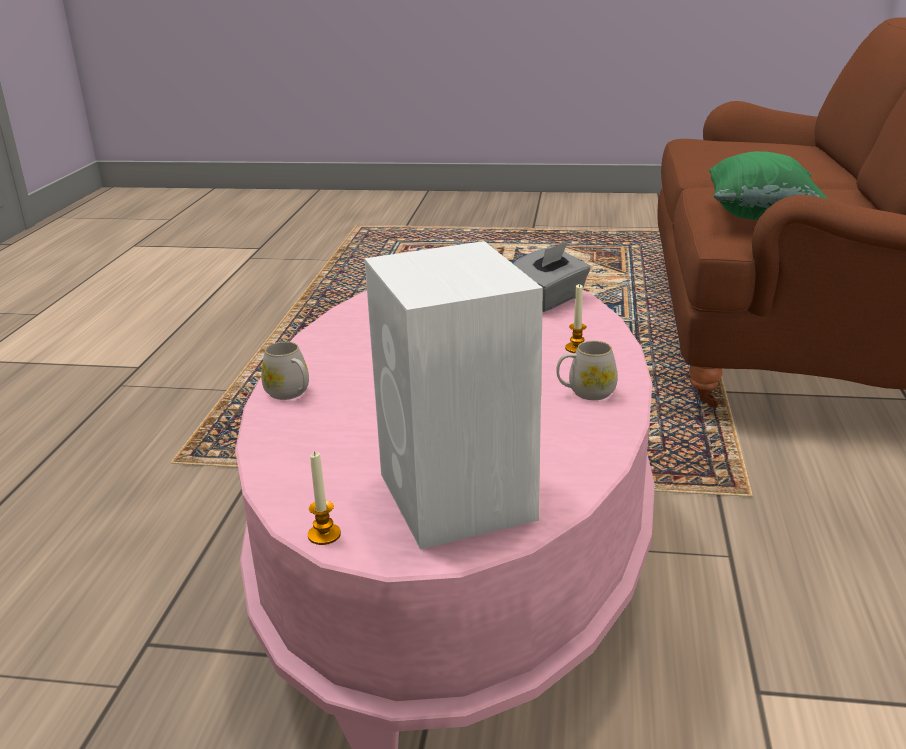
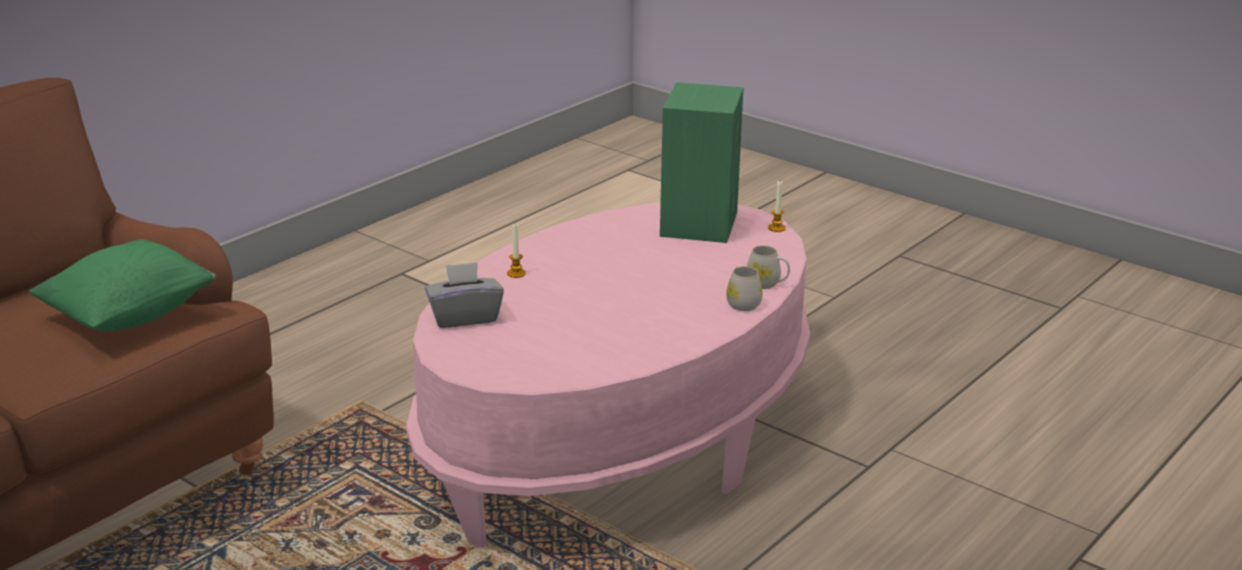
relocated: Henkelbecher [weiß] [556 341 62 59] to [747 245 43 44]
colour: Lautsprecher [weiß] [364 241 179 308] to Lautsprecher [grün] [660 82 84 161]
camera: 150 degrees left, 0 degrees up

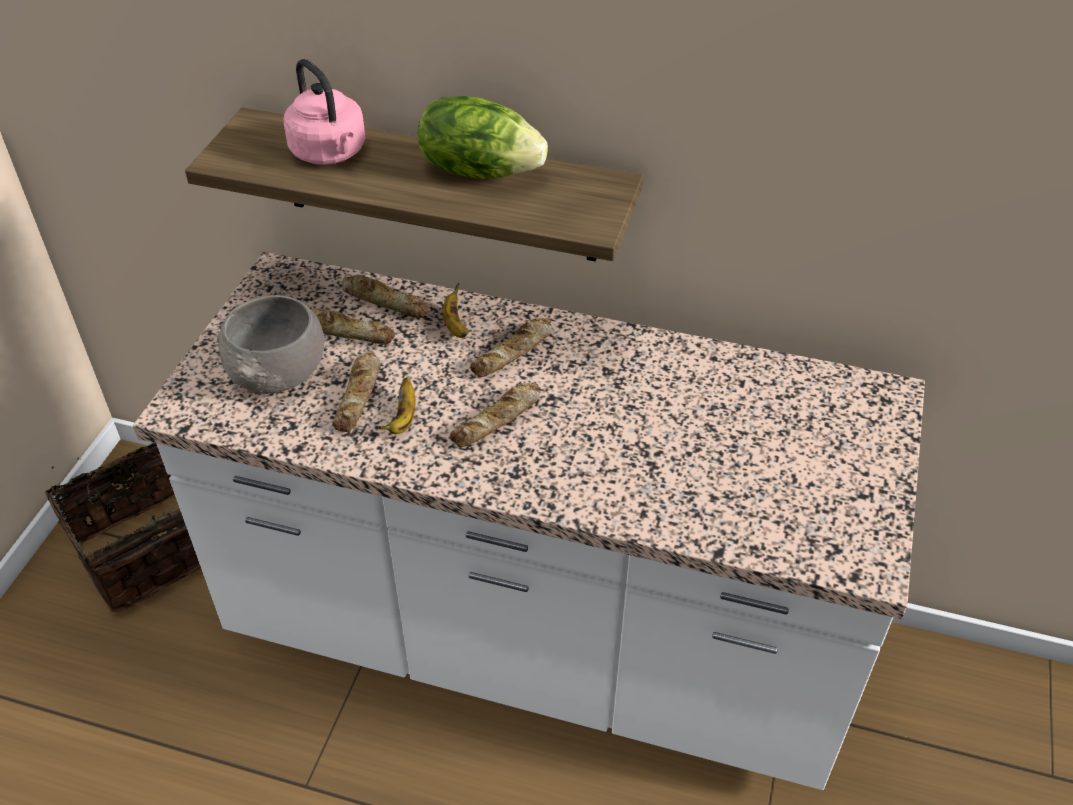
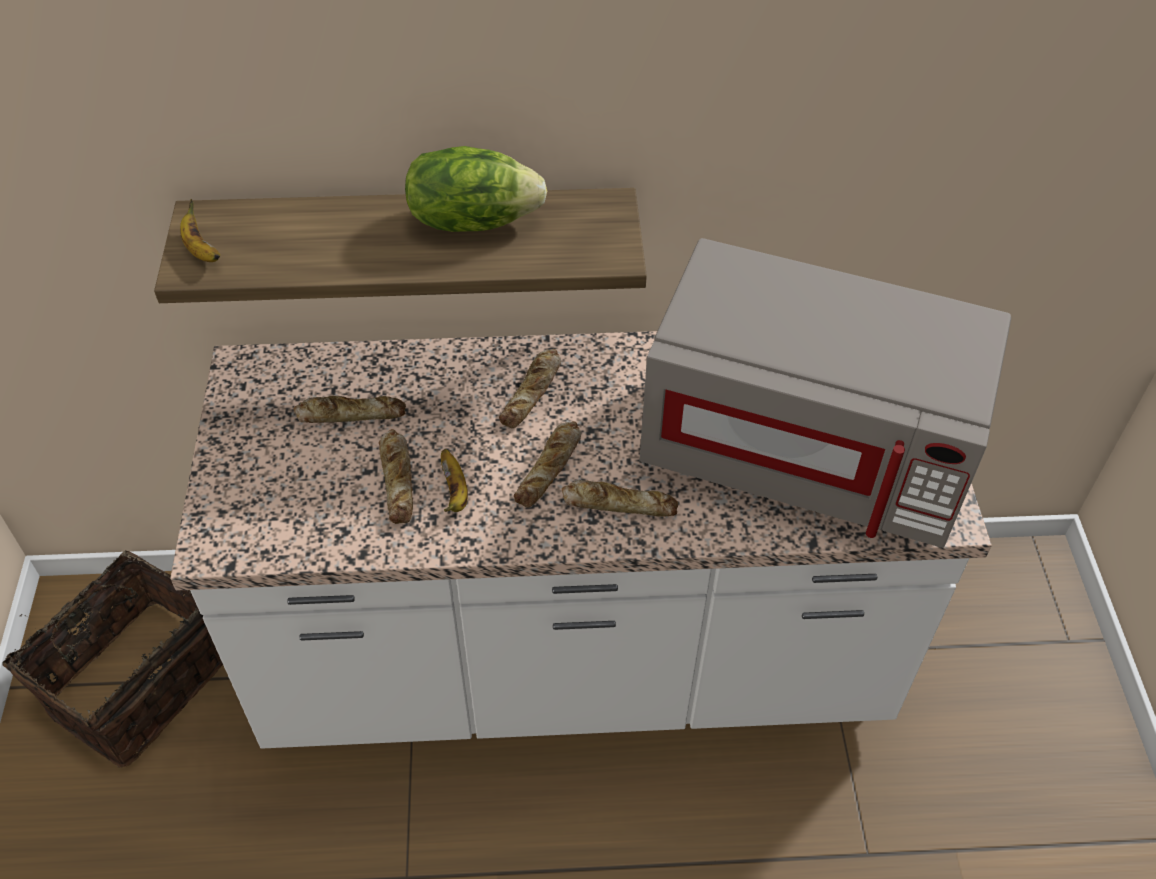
missing: Schüssel [grau] [217 295 107 99]; Wasserkessel [rosa] [284 59 82 106]
appeared: Mikrowelle [grau] [639 238 372 310]
relocated: Brot [343 275 87 43] to [562 480 116 37]; Banane [443 282 25 56] to [180 199 40 63]
camera: 20 degrees left, 5 degrees up

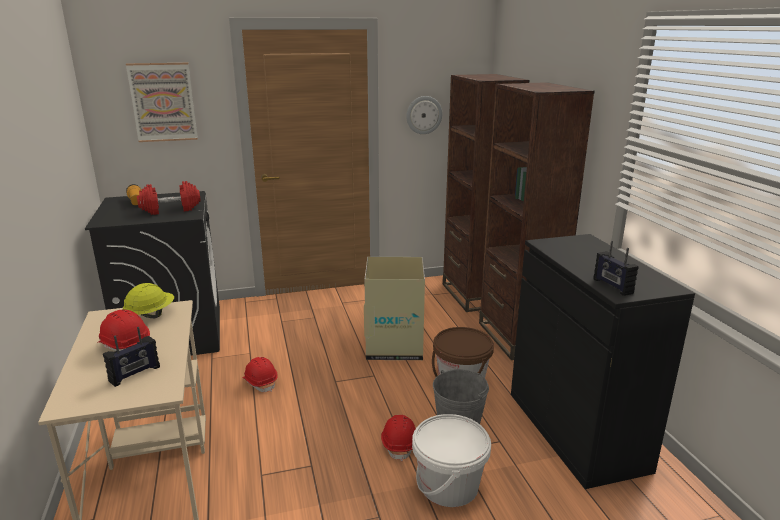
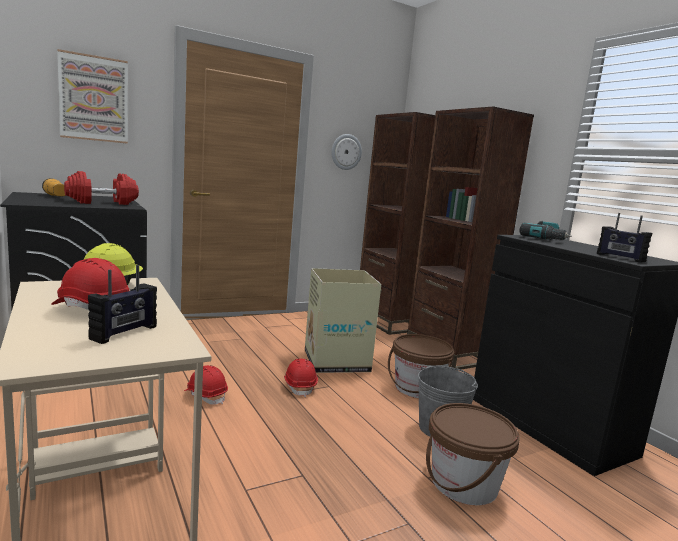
appeared: Bohrmaschine [520 221 51 19]
relocated: Schutzhelm [rot] [381 415 34 46] to [284 359 34 38]
colour: Eimer [weiß] [412 414 79 93] to Eimer [braun] [426 403 94 102]
camera: 15 degrees left, 10 degrees down

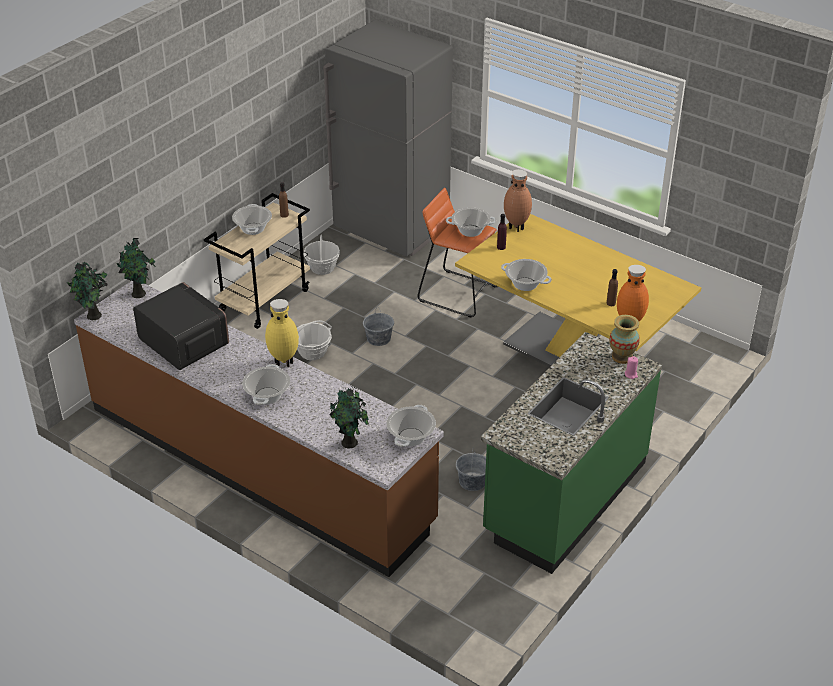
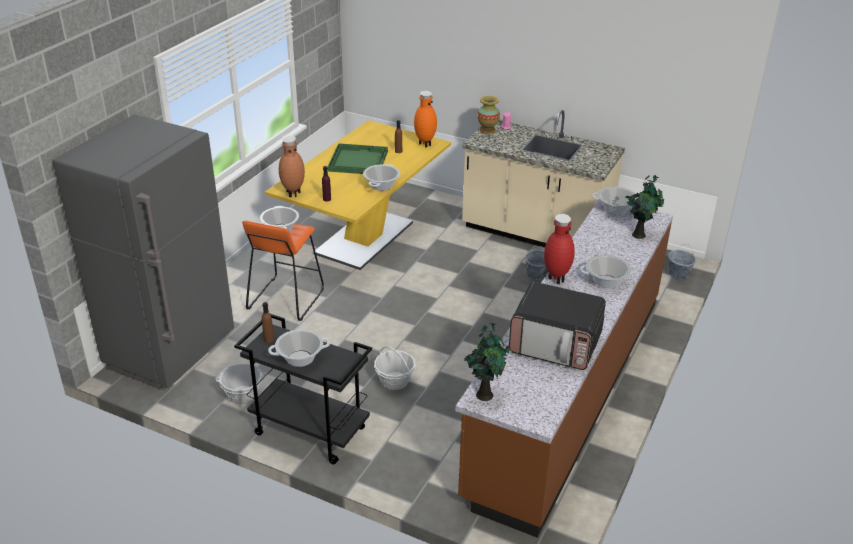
missing: Topfpflanze [67 261 41 59]
appeared: Tablett [grün] [328 143 60 31]
relocated: Eimer [grau] [363 308 31 38] to [668 244 28 35]
colour: Rollwagen [beige] [204 193 106 136] to Rollwagen [schwarz] [234 314 138 151]; Vase [gelb] [265 299 34 68] to Vase [rot] [544 214 31 70]; Küchenzeile [grün] [481 332 181 242] to Küchenzeile [beige] [462 110 163 137]
spun: Mikrowelle [133 282 96 88] = [509 282 97 88] 105 degrees counterclockwise
camera: 100 degrees left, 5 degrees down

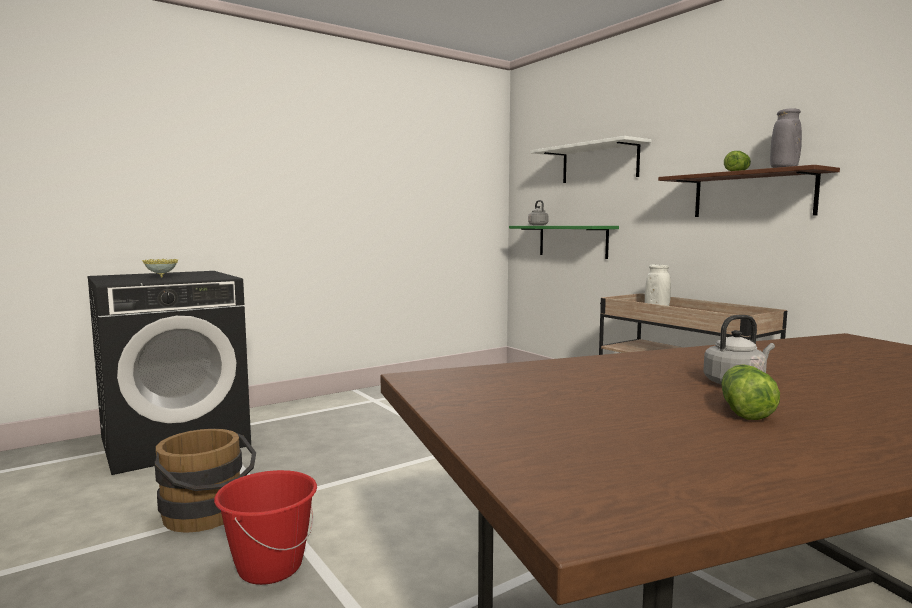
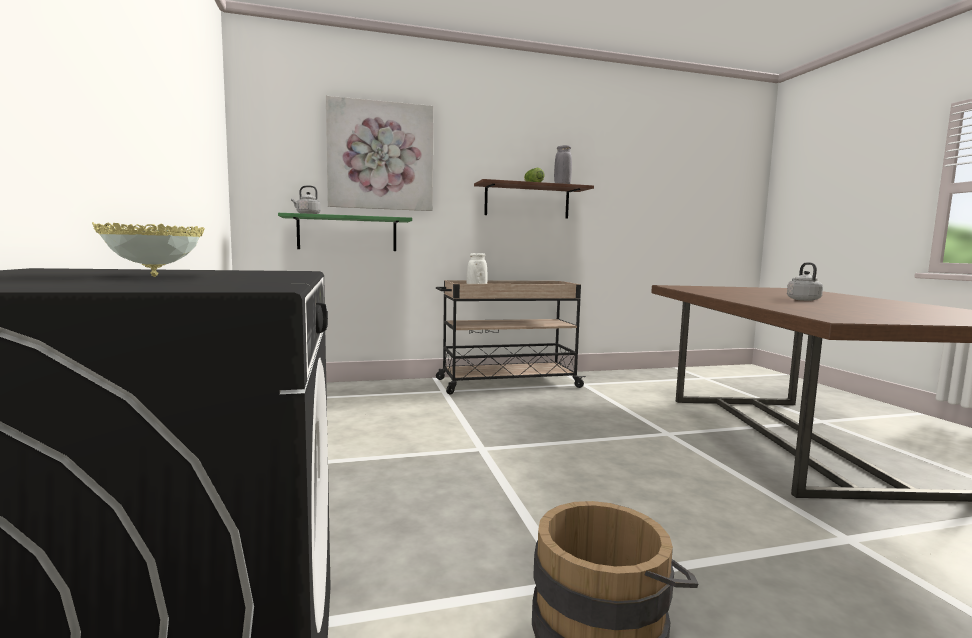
missing: Eimer [rot] [214 470 103 115]; Salatkopf [721 364 59 56]
exchanged: Wandregal [weiß] [531 136 121 47] to Bild [326 96 108 115]
camera: 70 degrees left, 0 degrees up

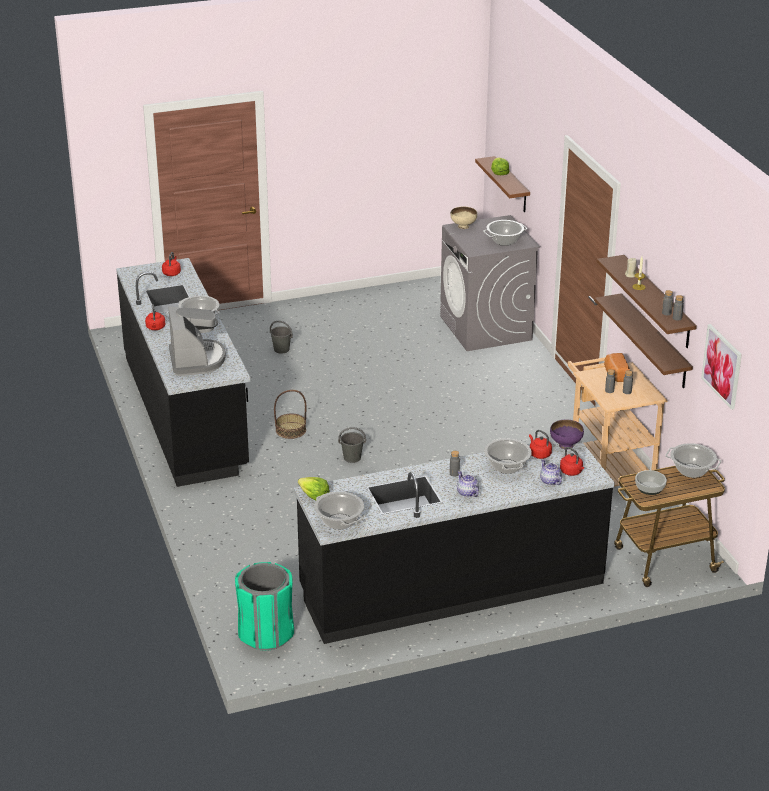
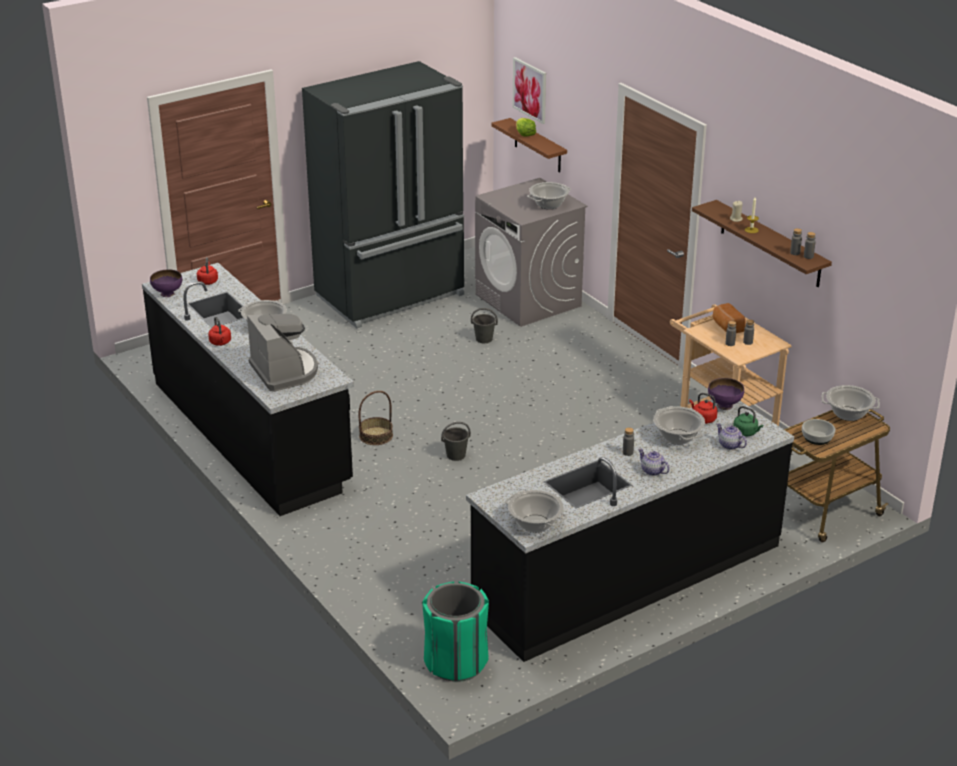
missing: Salatkopf [298 477 32 24]; Schüssel [beige] [450 207 27 22]; Wandregal [braun] [594 293 99 95]
appeared: Schüssel [lila] [150 269 32 28]; Kühlschrank [schwarz] [302 61 162 267]
relocated: Eimer [grau] [270 321 23 33] to [471 308 27 35]; Bild [701 324 41 86] to [513 57 33 67]
colour: Wasserkessel [rot] [560 447 24 29] to Wasserkessel [grün] [733 406 30 30]
camera: 15 degrees left, 0 degrees up

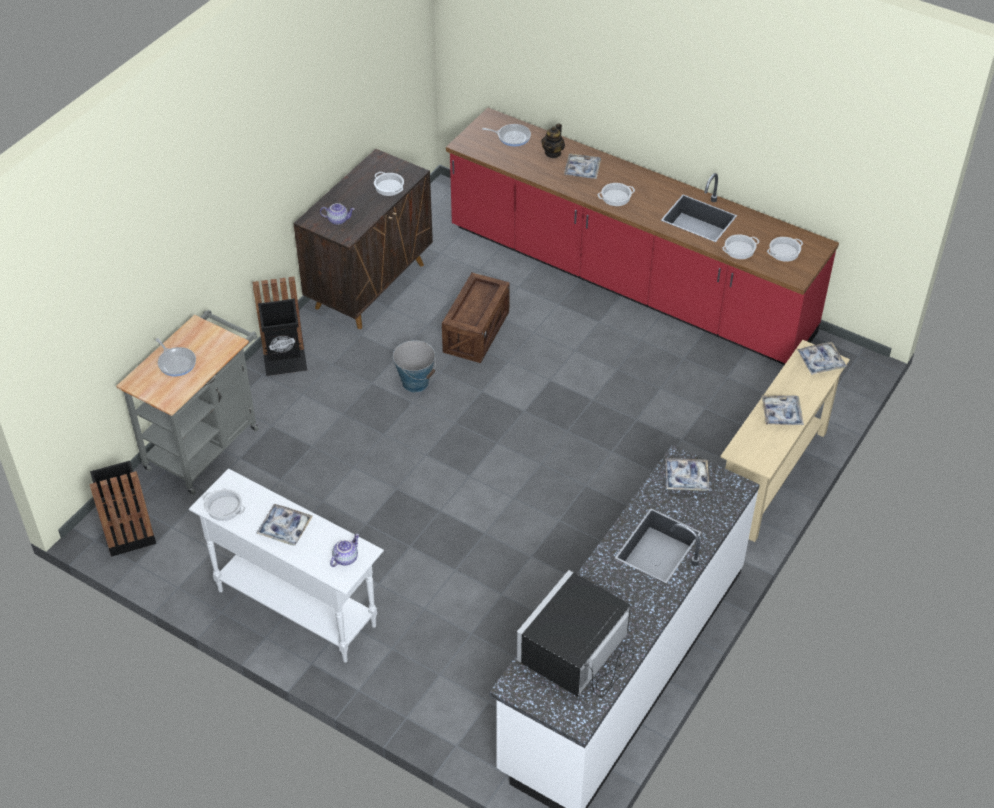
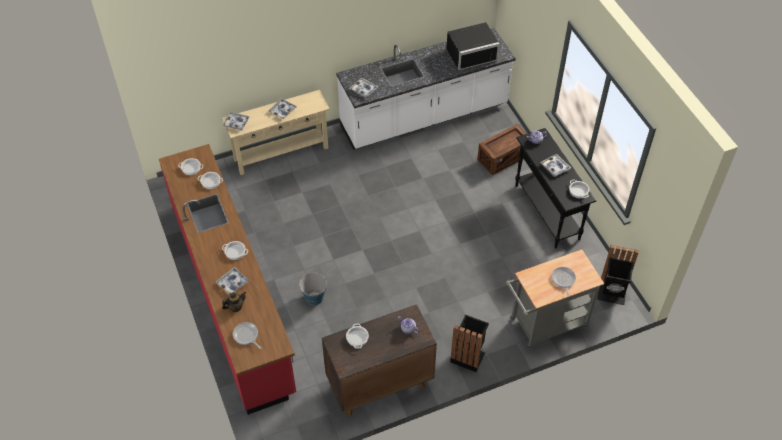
relocated: Eimer [393 340 43 52] to [299 272 28 33]; Kiste [442 272 68 91] to [477 124 50 51]
colour: Konsolentisch [weiß] [189 468 195 195] to Konsolentisch [schwarz] [515 128 81 120]
camera: 145 degrees left, 5 degrees up

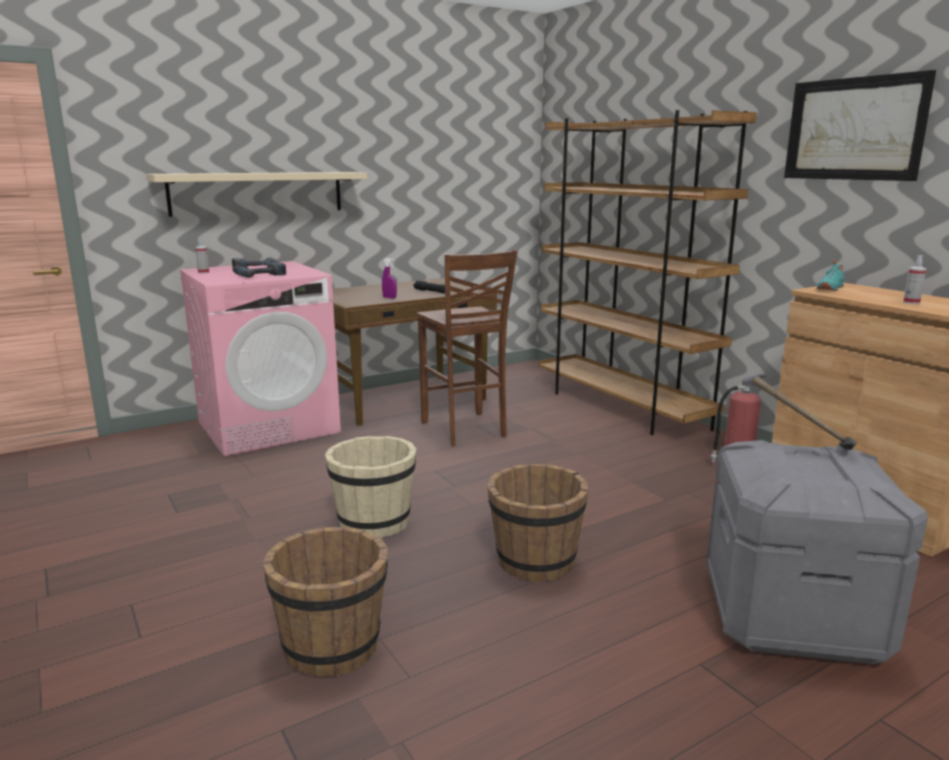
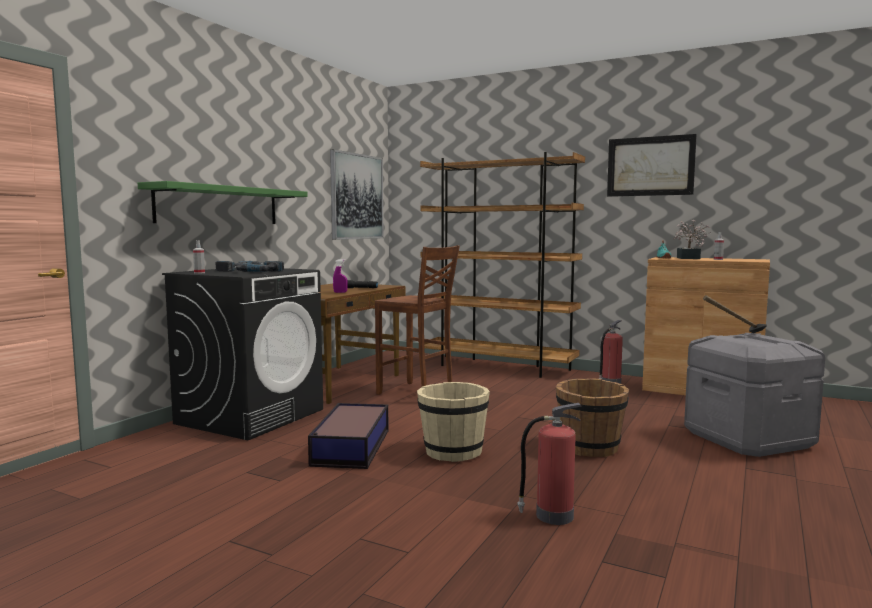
appeared: Aufbewahrungsbox [308 403 81 66]; Bild [330 149 54 91]; Topfpflanze [674 220 37 39]
exchanged: Eimer [braun] [263 526 125 151] to Feuerlöscher [517 403 64 122]
colour: Wandregal [beige] [147 172 220 45] to Wandregal [grün] [138 181 170 43]; Waschmaschine [rosa] [180 261 161 195] to Waschmaschine [schwarz] [162 268 161 172]
camera: 30 degrees left, 10 degrees down

